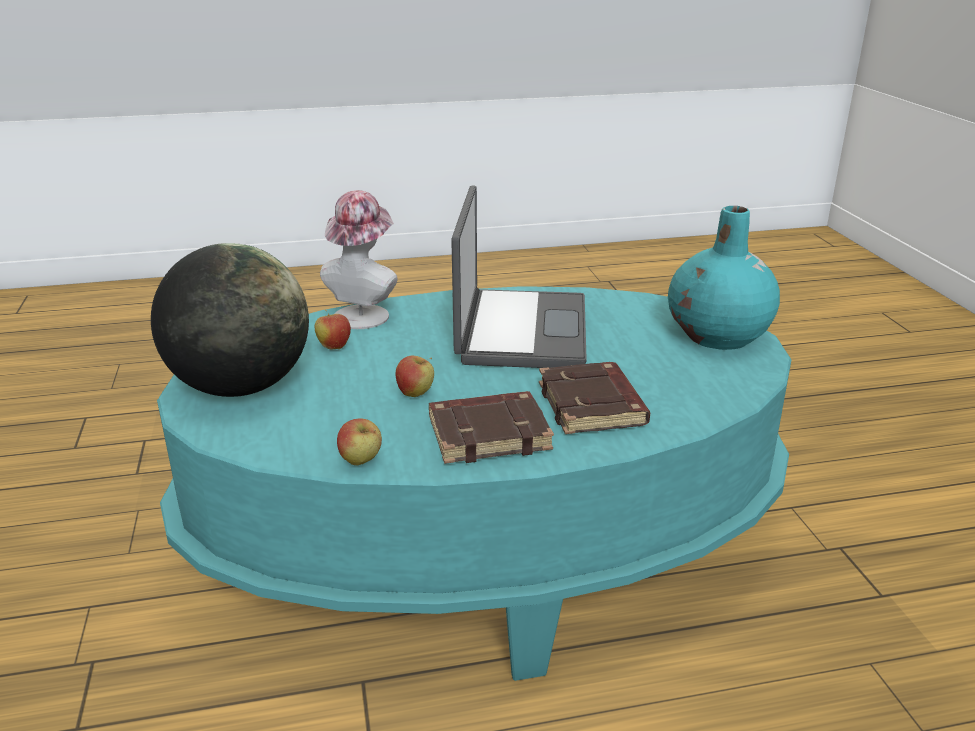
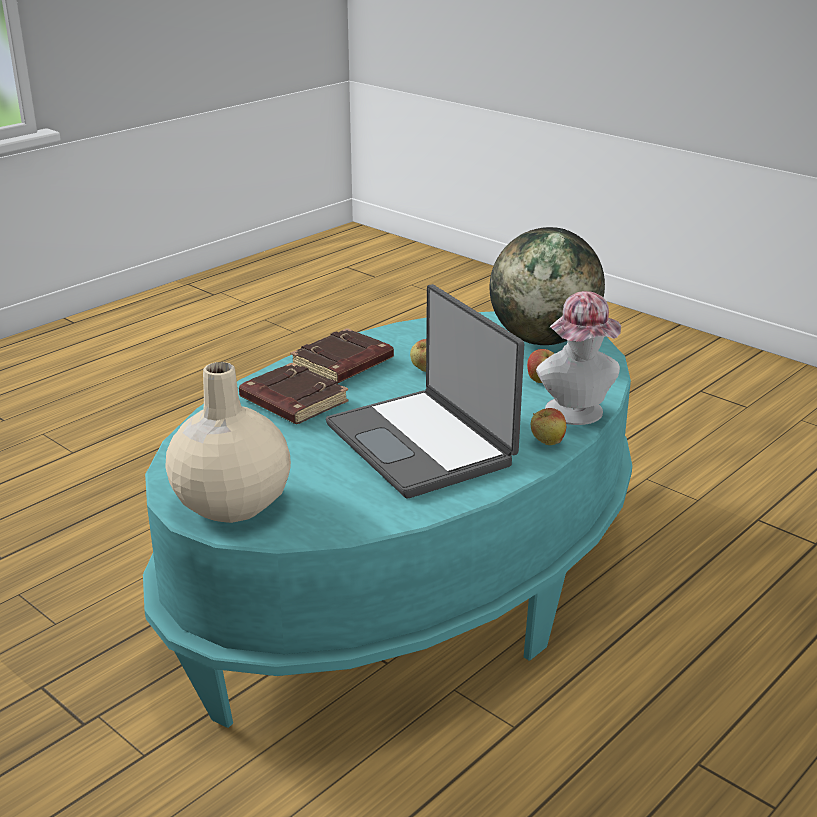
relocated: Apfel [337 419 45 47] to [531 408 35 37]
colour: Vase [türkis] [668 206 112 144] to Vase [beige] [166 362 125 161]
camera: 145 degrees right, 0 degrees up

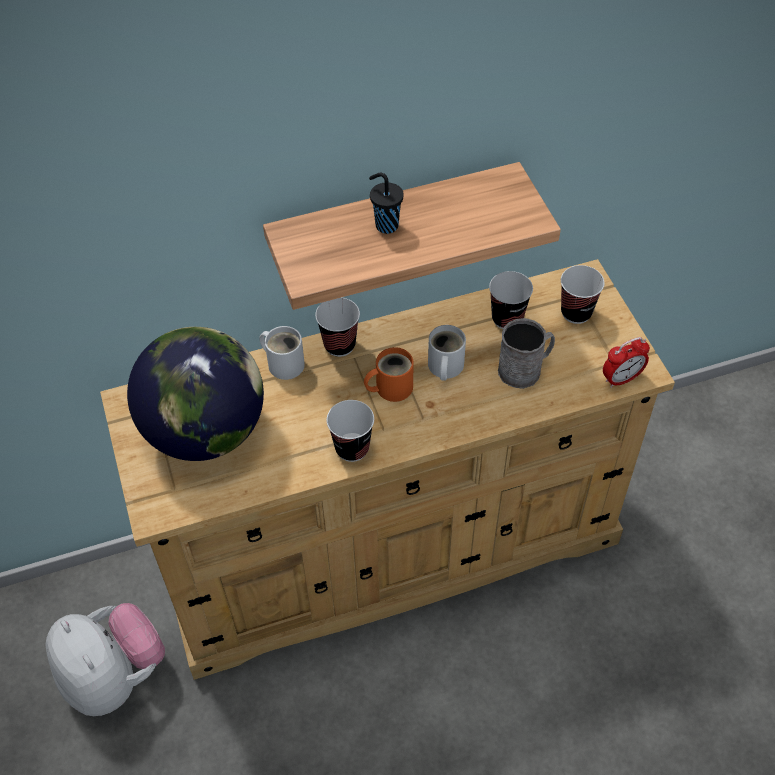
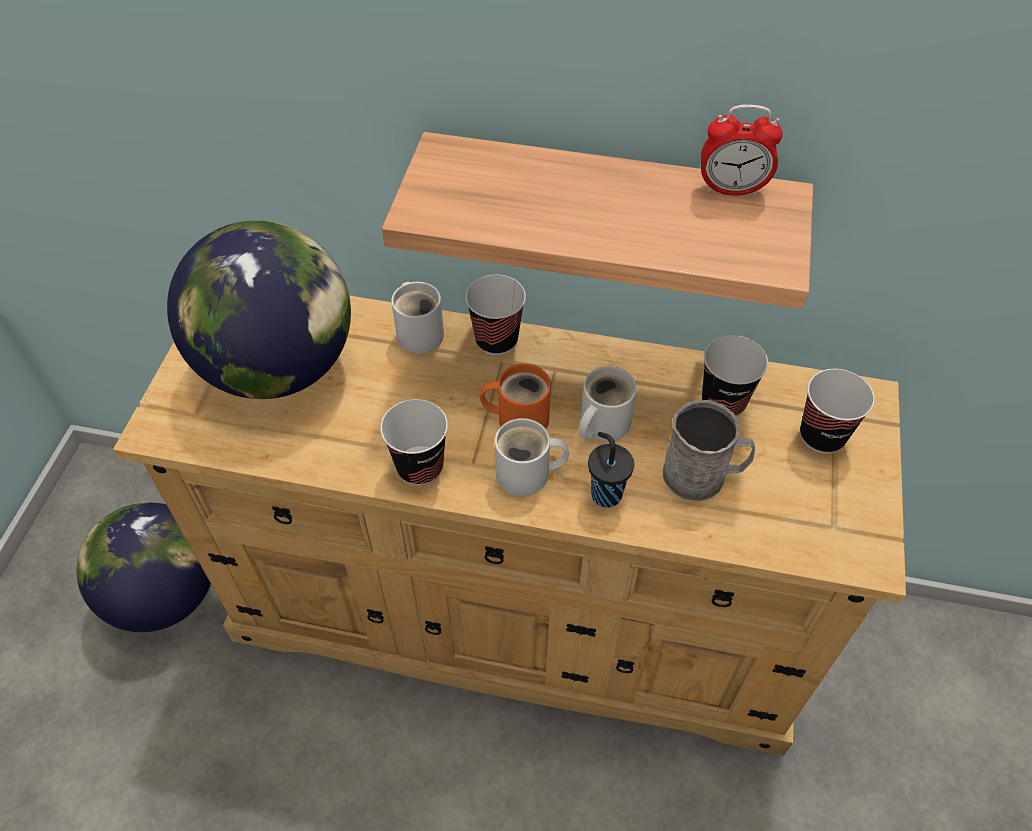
appeared: Henkelbecher [weiß] [495 418 74 78]
relocated: Tasse [schwarz] [369 173 35 61] to [588 432 46 75]; Wecker [603 337 47 51] to [701 104 82 92]
exchanged: Plüschtier [45 603 120 113] to Globus [77 502 134 130]
camera: 30 degrees right, 0 degrees up

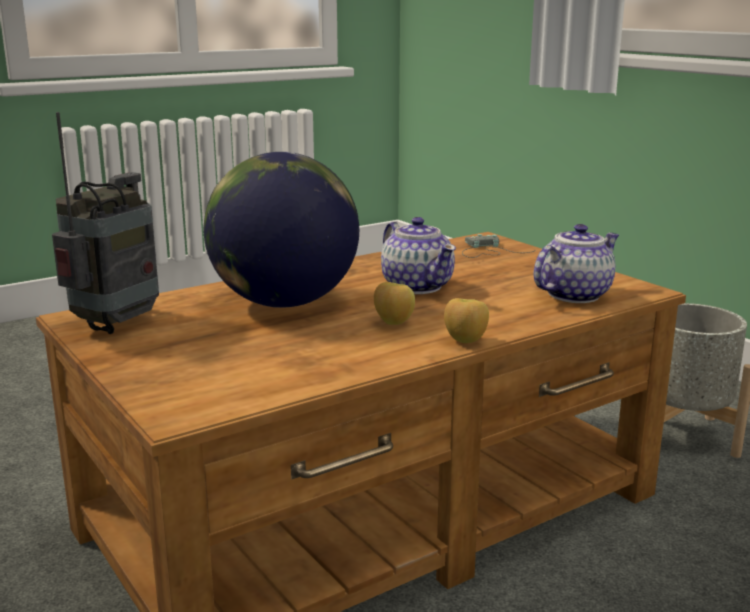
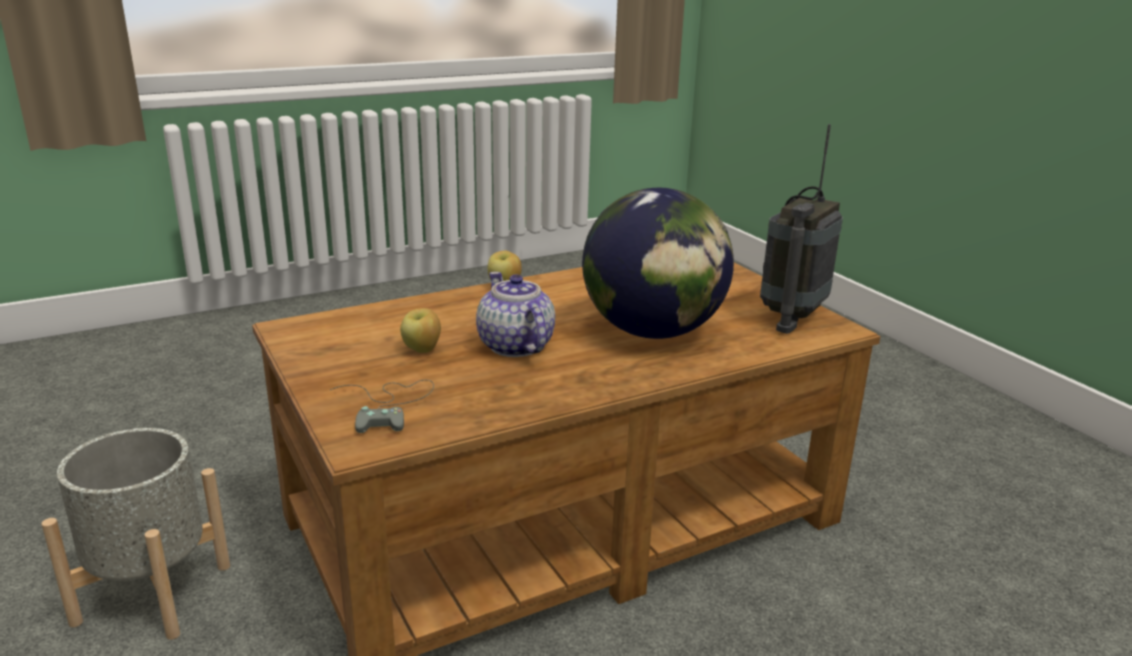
missing: Teekanne [533 224 86 79]
relocated: Apfel [374 282 41 43] to [400 308 41 45]
camera: 175 degrees left, 5 degrees up

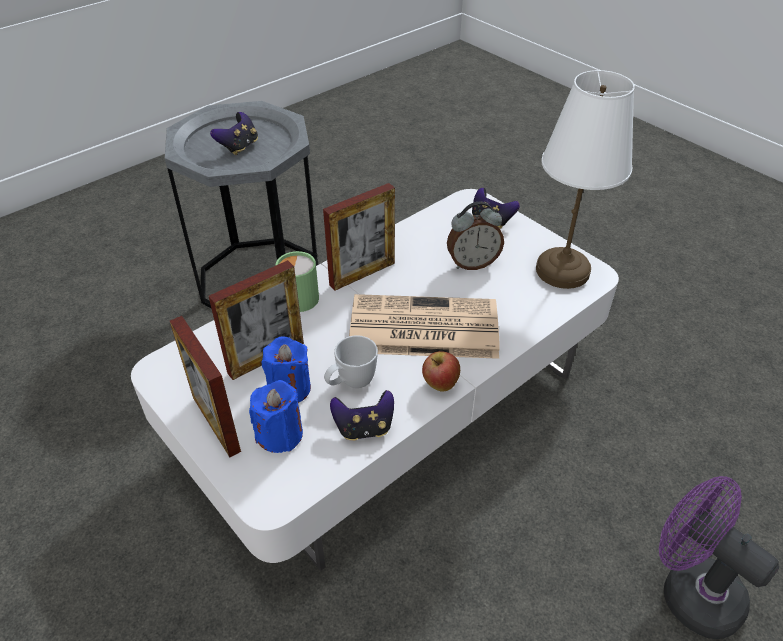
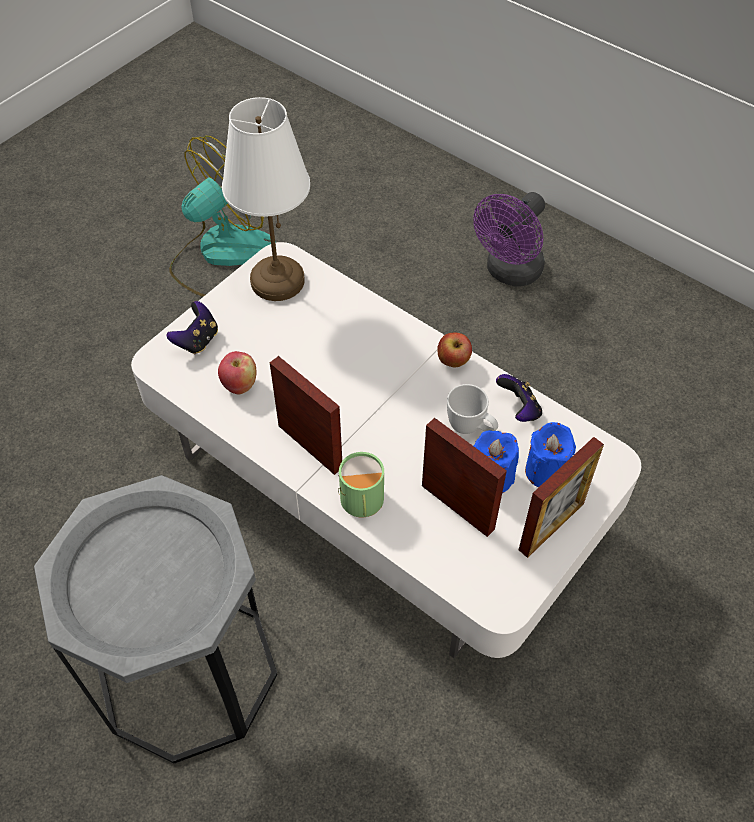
missing: Gamepad [210 112 48 43]; Zeitung [349 294 151 65]; Wecker [447 202 57 68]
appeared: Ventilator [169 136 107 161]; Apfel [218 351 38 43]
camera: 100 degrees left, 10 degrees up

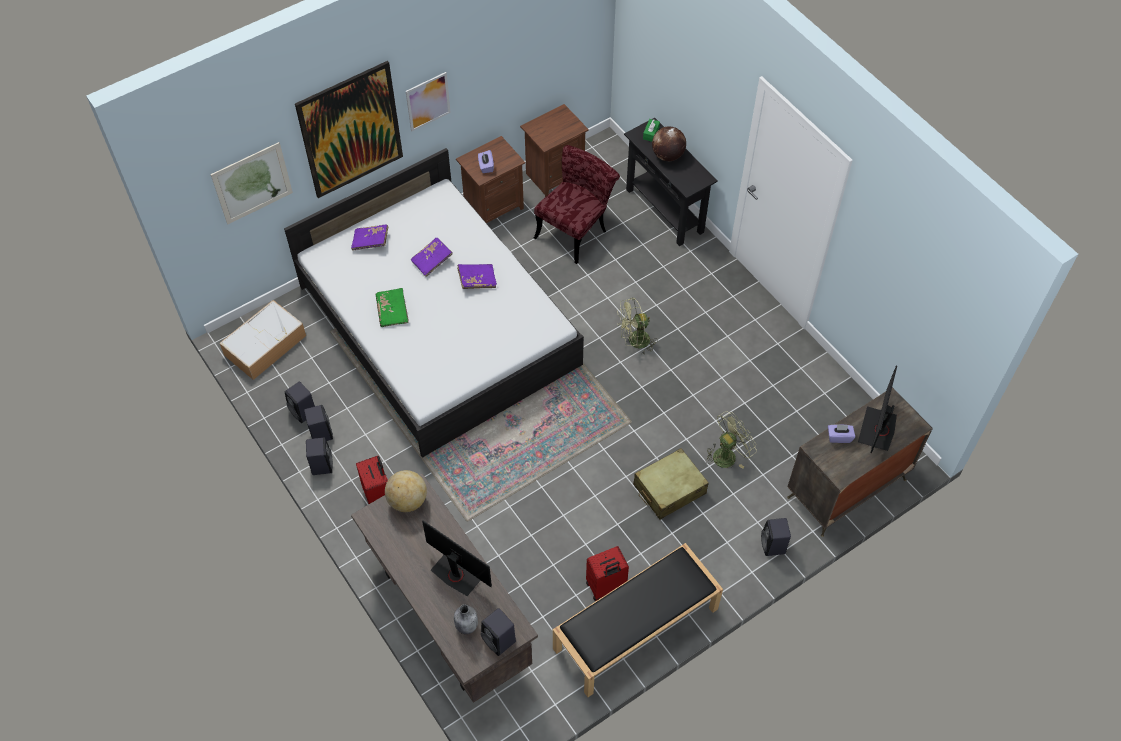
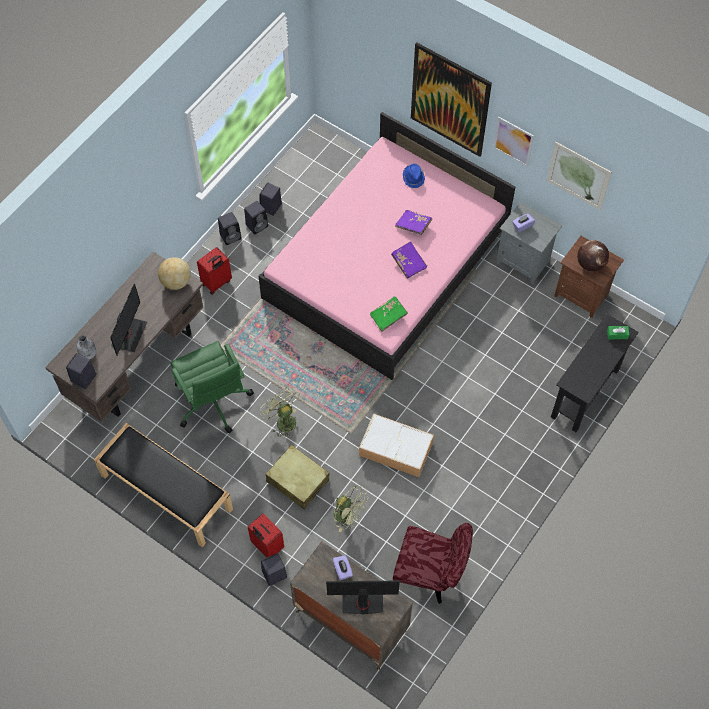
appeared: Bürostuhl [grün] [170 341 84 92]
relocated: Bild [211 142 82 82] to [547 142 65 68]; Aufbewahrungsbox [219 300 87 80] to [359 413 75 64]; Buch [grün] [375 288 34 39] to [370 296 38 36]; Stuhl [rot] [534 145 86 119] to [393 523 80 81]; Koffer [rot] [586 546 43 55] to [248 514 36 44]; Ventilator [grün] [617 297 41 58] to [260 387 40 51]; Globus [652 126 34 35] to [577 240 32 32]
exchanged: Buch [lila] [351 224 37 27] to Hut [blau] [403 164 22 24]
colour: Bett [weiß] [284 148 300 310] to Bett [rosa] [258 112 257 268]; Nachttisch [braun] [456 136 69 87] to Nachttisch [grau] [496 202 66 82]
camera: 70 degrees right, 5 degrees up

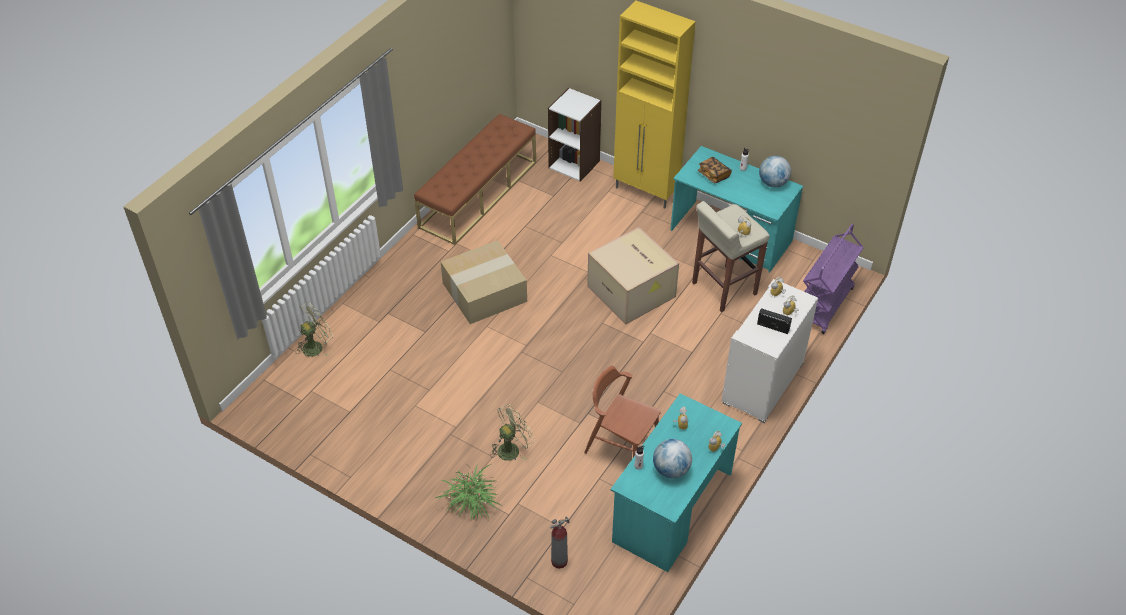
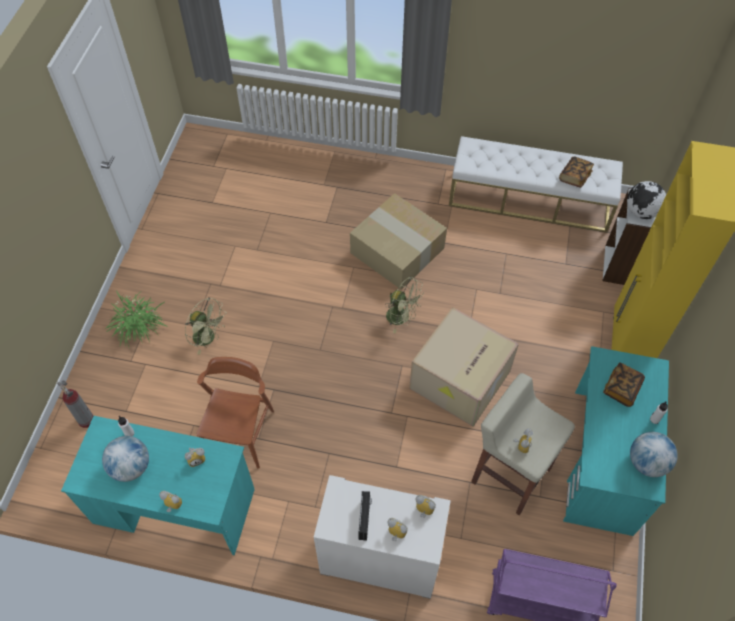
appeared: Buch [559 156 35 32]; Globus [627 181 39 38]
relocated: Ventilator [grün] [295 302 38 55] to [385 277 39 56]
colour: Bank [braun] [414 114 122 131] to Bank [weiß] [449 136 174 96]
camera: 70 degrees right, 10 degrees up

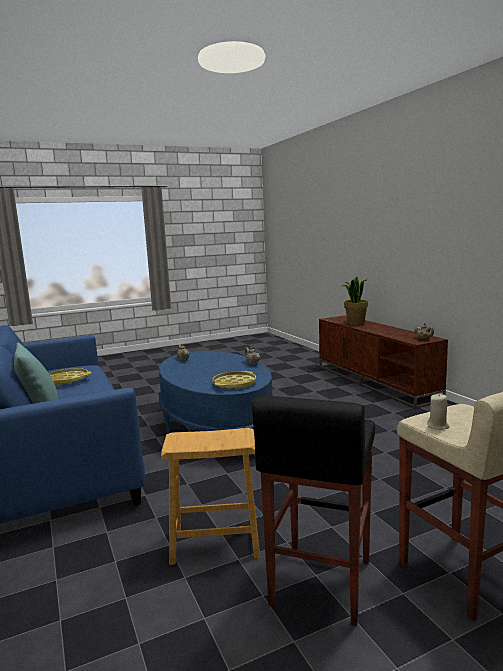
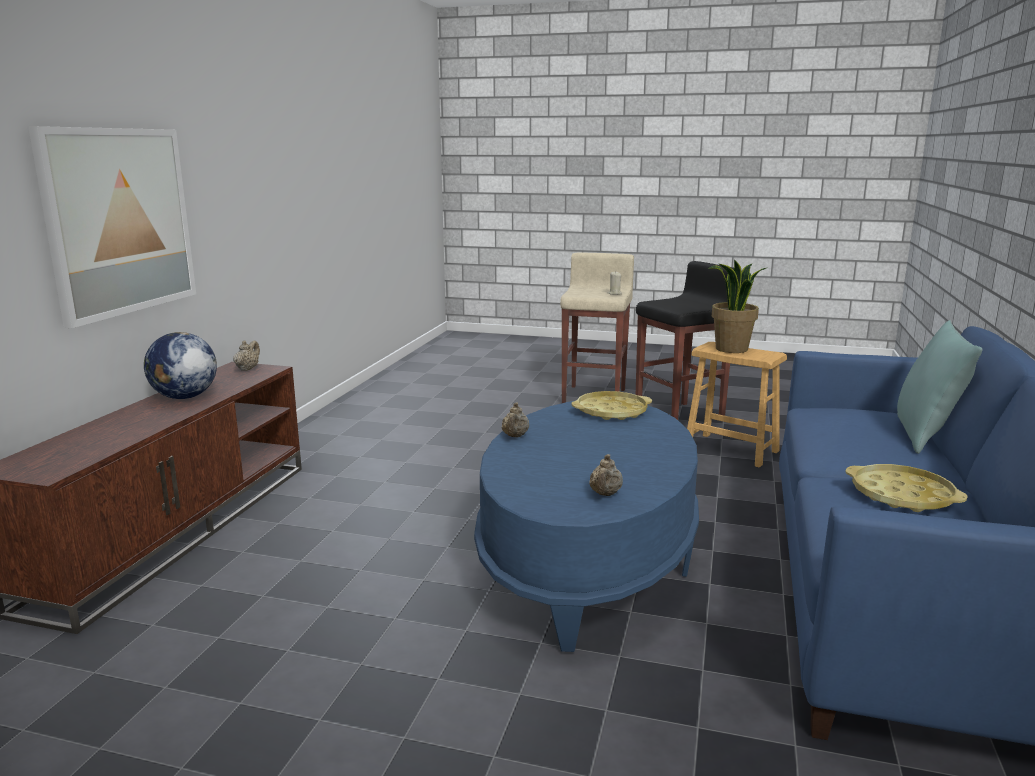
appeared: Bild [28 126 168 202]; Globus [144 332 73 67]
relocated: Topfpflanze [343 276 25 49] to [708 259 58 94]
camera: 140 degrees left, 5 degrees up

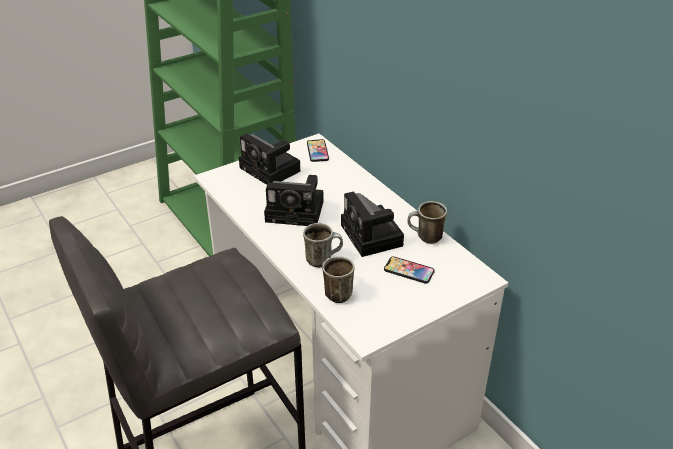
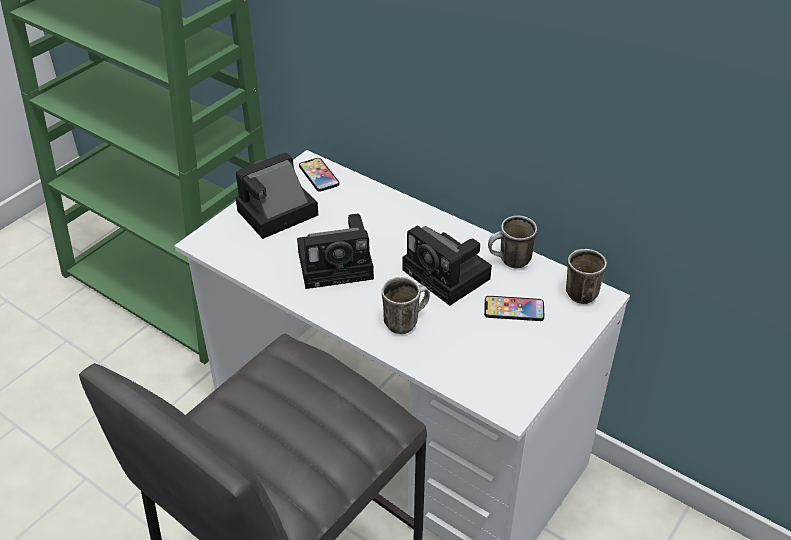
relocated: Henkelbecher [322 256 32 47] to [566 249 41 55]
spun: Kamera [239 134 61 51] = [236 152 82 87] 120 degrees clockwise
camera: 20 degrees left, 5 degrees up

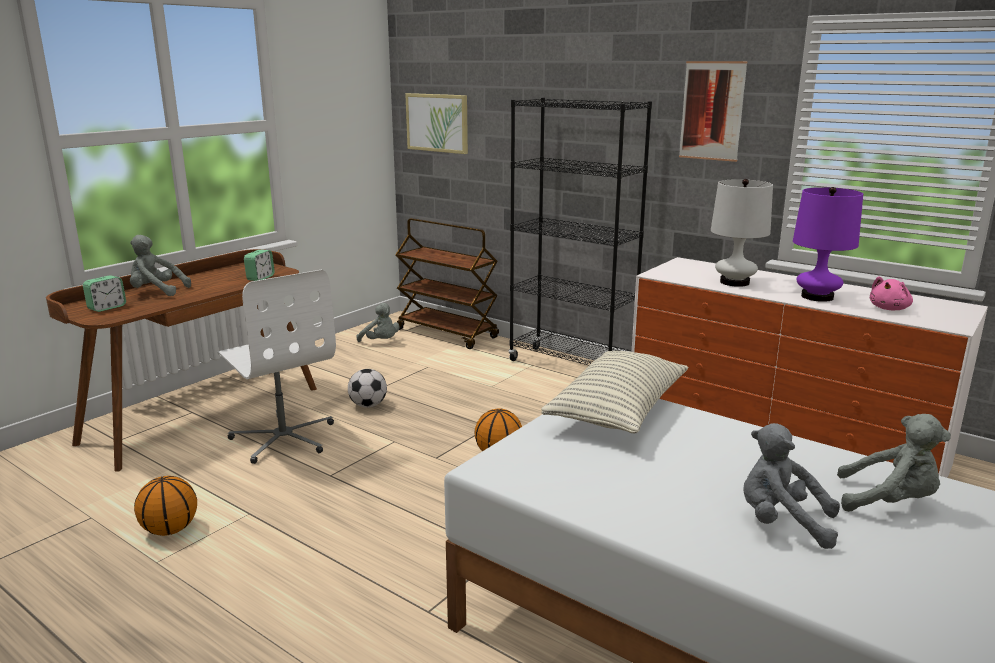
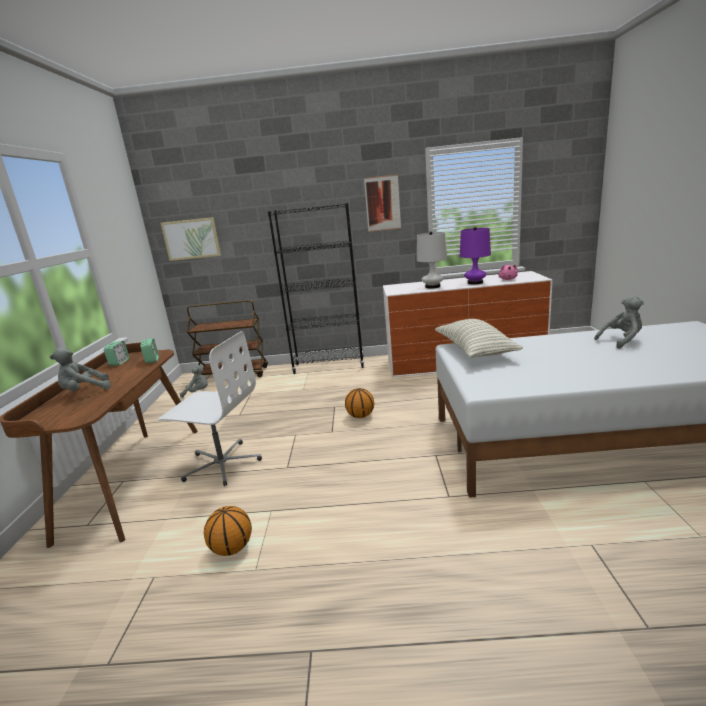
missing: Fußball [348 369 39 39]; Plüschtier [grau] [743 423 97 126]
relocated: Wecker [83 275 43 37] to [104 341 25 25]
camera: 35 degrees left, 0 degrees up

